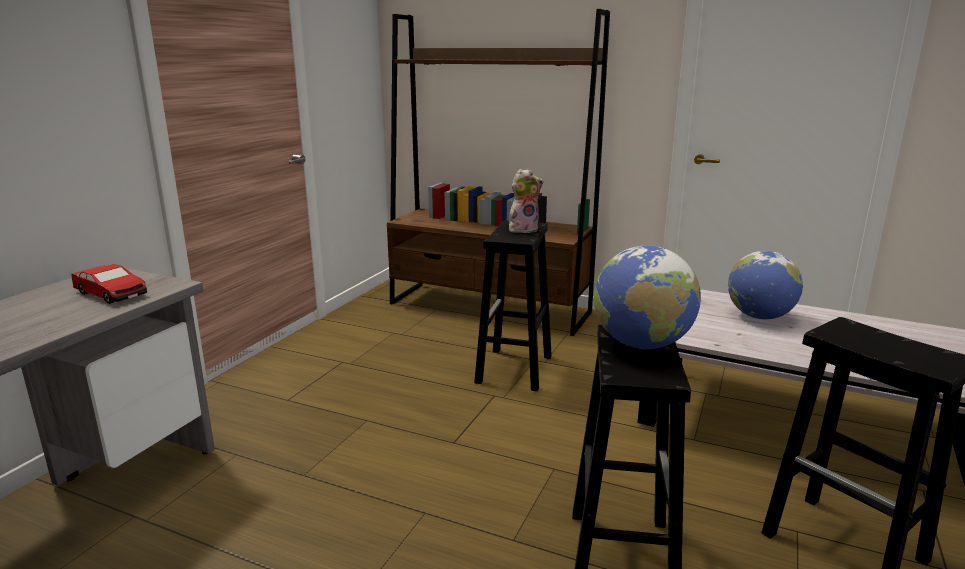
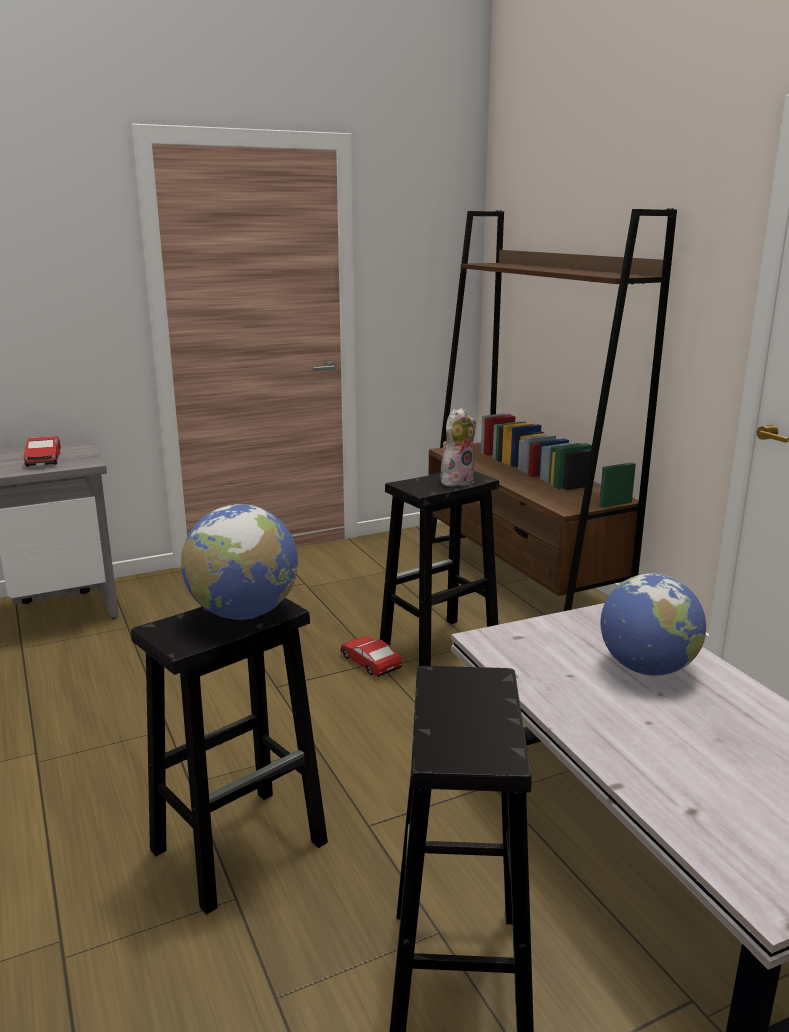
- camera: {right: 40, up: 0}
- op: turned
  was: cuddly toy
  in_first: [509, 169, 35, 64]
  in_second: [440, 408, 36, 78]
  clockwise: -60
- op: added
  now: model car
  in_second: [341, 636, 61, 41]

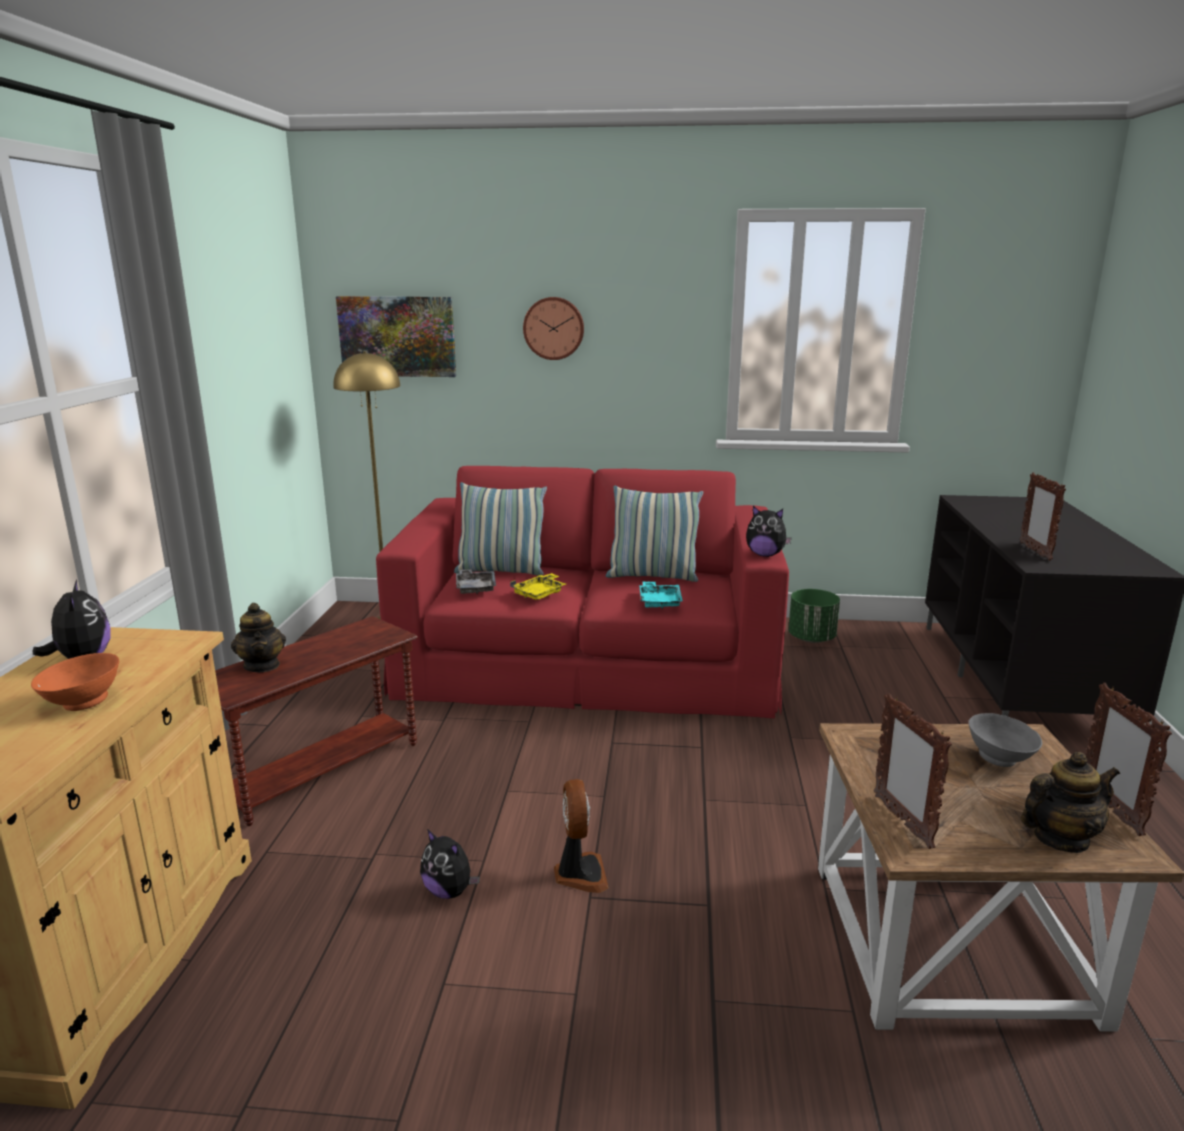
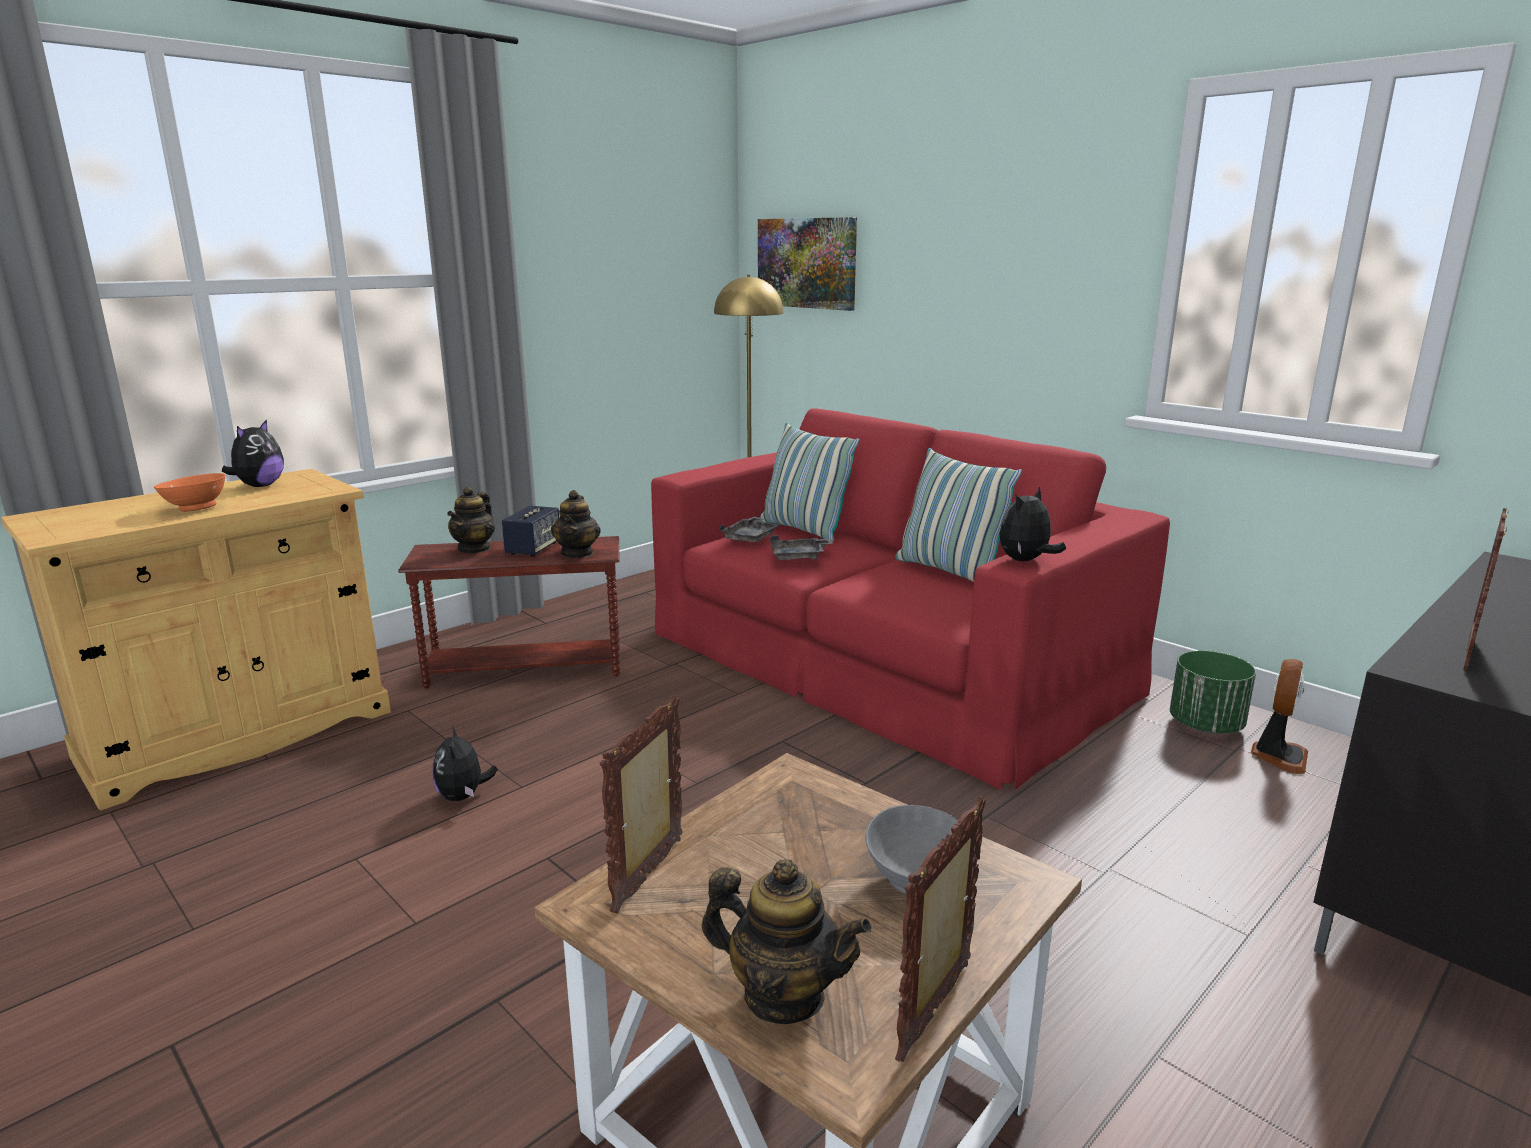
- camera: {right: 40, up: 0}
- op: recoloured
  was: yellowish serving tray
  now: gray serving tray
  in_first: [510, 573, 56, 27]
  in_second: [770, 535, 63, 25]
- op: removed
  was: hanging clock
  in_first: [523, 297, 61, 63]
- op: moved
  was: cooling fan
  in_first: [554, 779, 55, 114]
  in_second: [1251, 659, 57, 115]
- op: removed
  was: blue-green serving tray
  in_first: [639, 581, 44, 28]
- op: turned
  was: cuddly toy
  in_first: [746, 506, 46, 51]
  in_second: [1000, 487, 66, 74]
  clockwise: 75
- op: added
  now: loudspeaker
  in_second: [502, 506, 57, 51]
- op: added
  now: tea pot
  in_second: [551, 490, 50, 68]

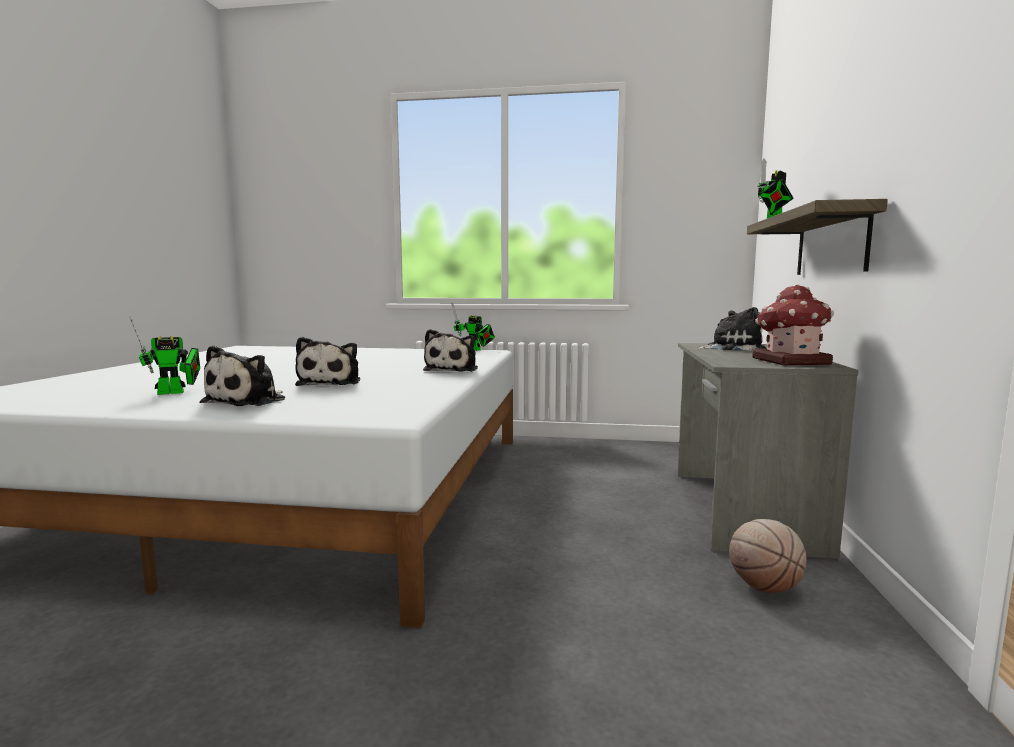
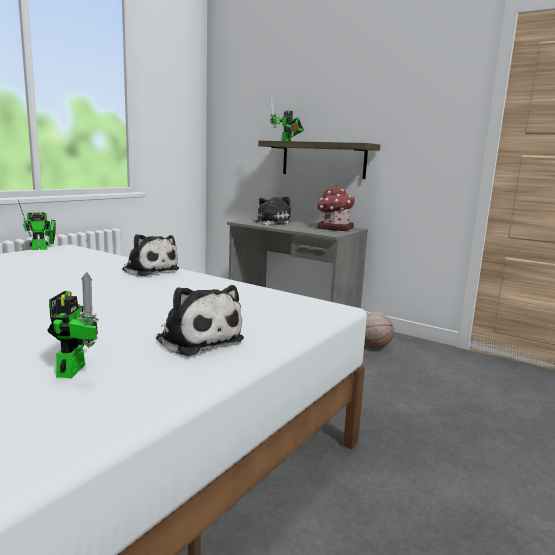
- camera: {right: -65, up: 5}
- op: removed
  was: cuddly toy
  in_first: [295, 337, 65, 49]

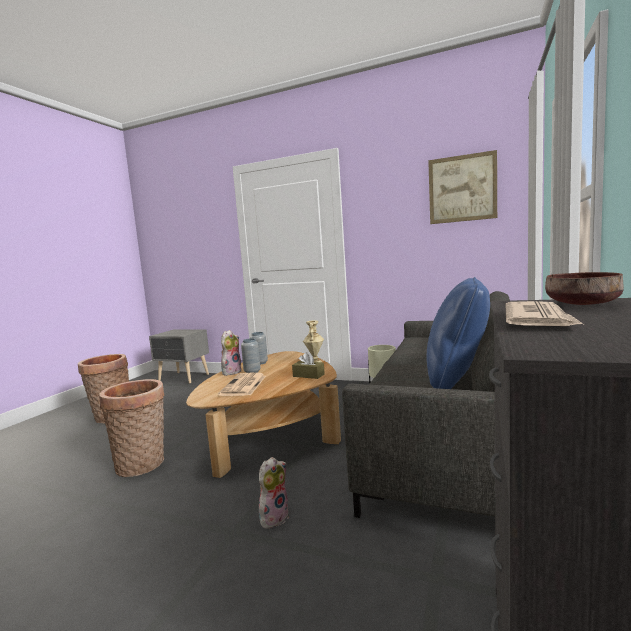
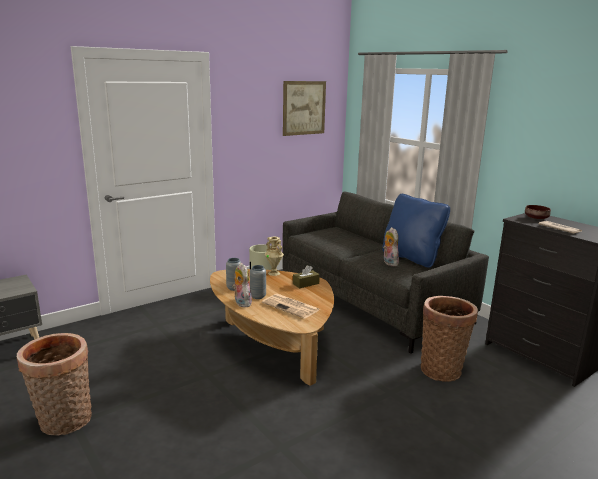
- camera: {right: -60, up: 10}
- op: moved
  was: basket
  in_first: [99, 379, 66, 98]
  in_second: [421, 296, 57, 86]
- op: moved
  was: cuddly toy
  in_first: [259, 457, 30, 72]
  in_second: [383, 227, 16, 39]

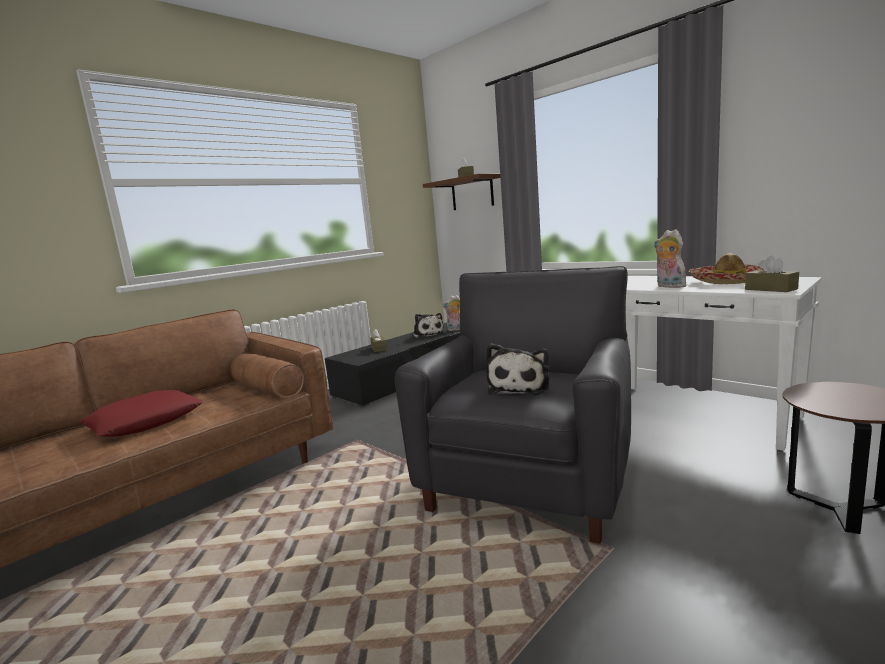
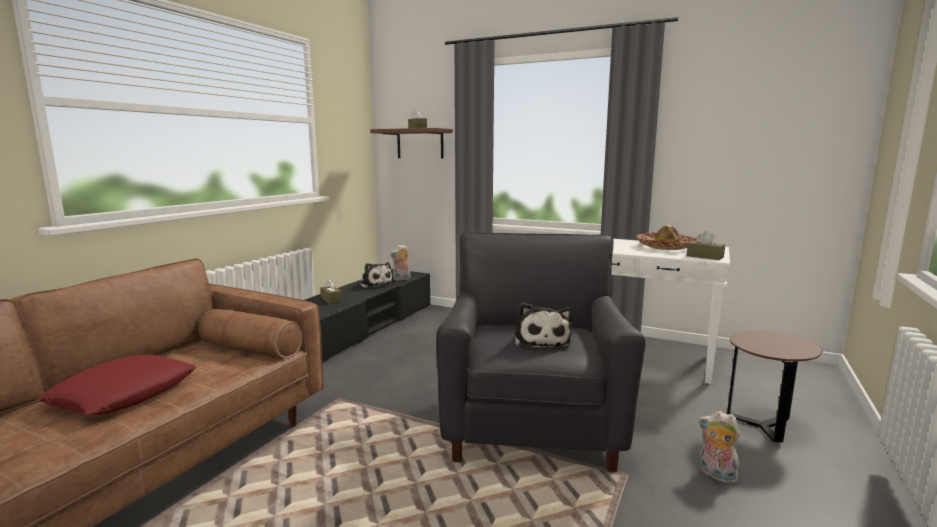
- camera: {right: -20, up: 0}
- op: moved
  was: cuddly toy
  in_first: [654, 229, 32, 59]
  in_second: [698, 411, 43, 73]

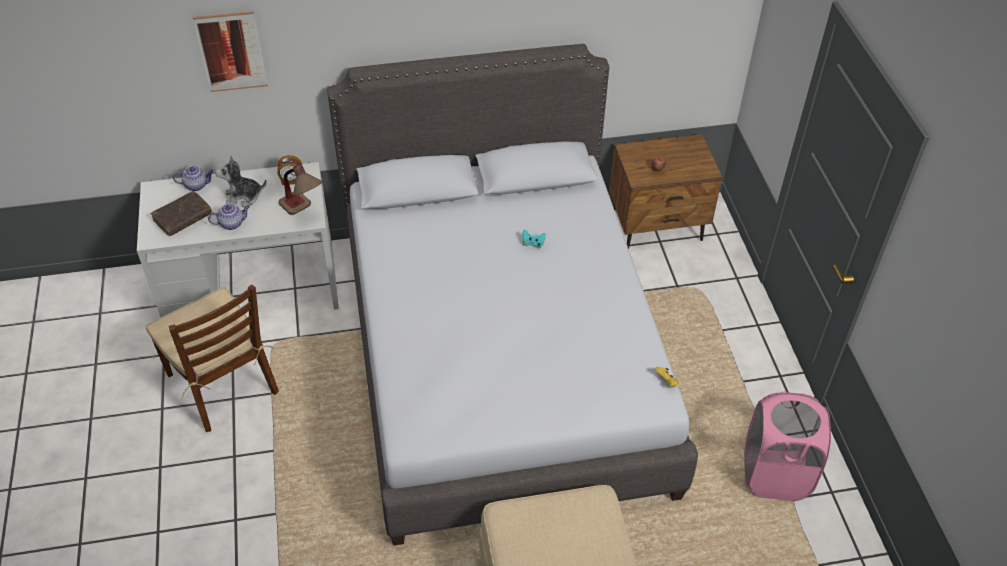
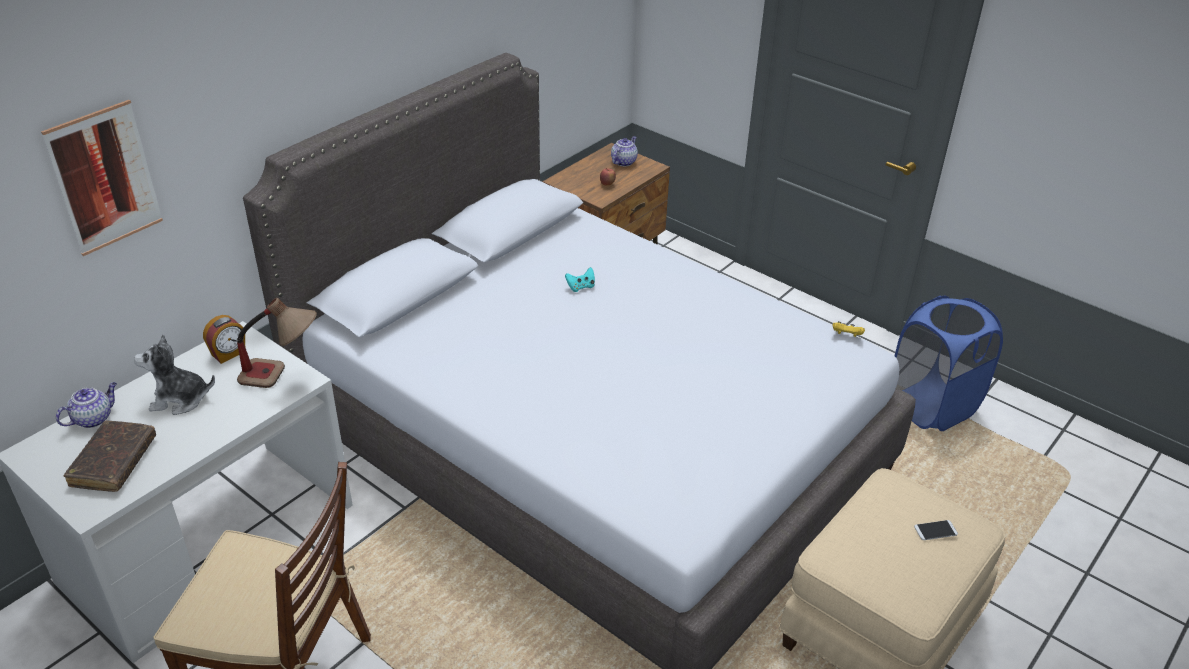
- camera: {right: -40, up: -10}
- op: moved
  was: tea pot
  in_first: [208, 204, 42, 26]
  in_second: [611, 136, 27, 31]
- op: turned
  was: cuddly toy
  in_first: [215, 156, 52, 51]
  in_second: [134, 335, 81, 80]
  clockwise: 45
- op: recoloured
  was: pinkish laundry basket
  now: blue-coloured laundry basket
  in_first: [744, 392, 87, 109]
  in_second: [895, 296, 108, 135]
- op: added
  now: handset
  in_second: [914, 520, 44, 20]

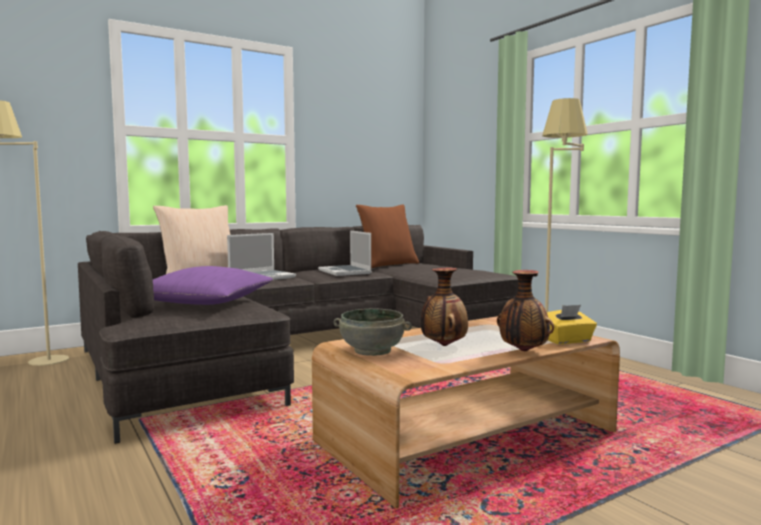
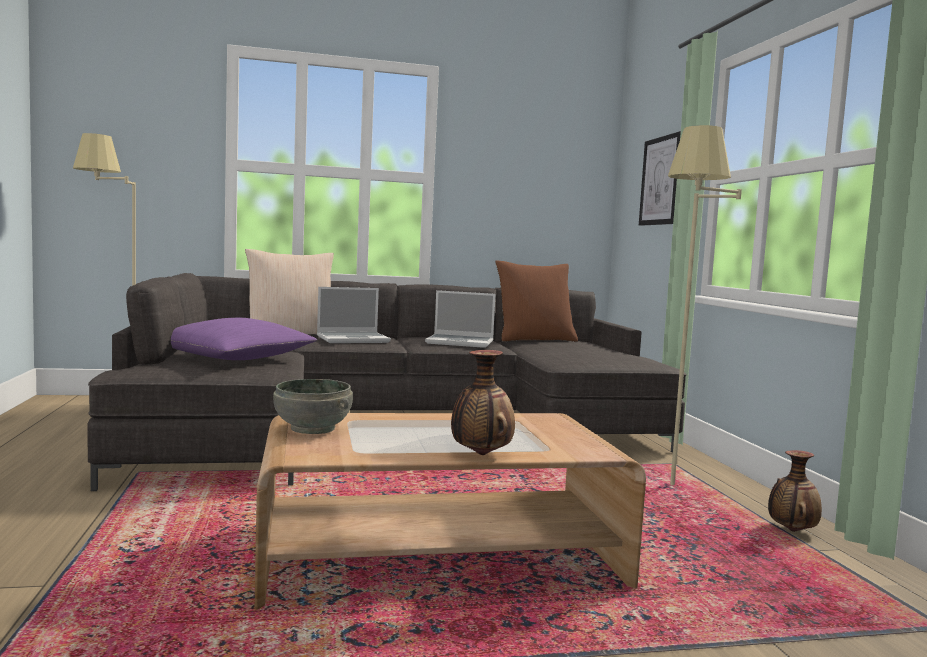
- camera: {right: 20, up: 0}
- op: turned
  was: portable computer
  in_first: [318, 230, 54, 46]
  in_second: [425, 290, 71, 58]
  clockwise: -75
- op: moved
  was: flower vase
  in_first: [421, 268, 47, 78]
  in_second: [768, 450, 54, 82]
- op: removed
  was: yellowish tissue holder
  in_first: [547, 305, 50, 39]
- op: added
  now: wall picture
  in_second: [639, 131, 42, 95]

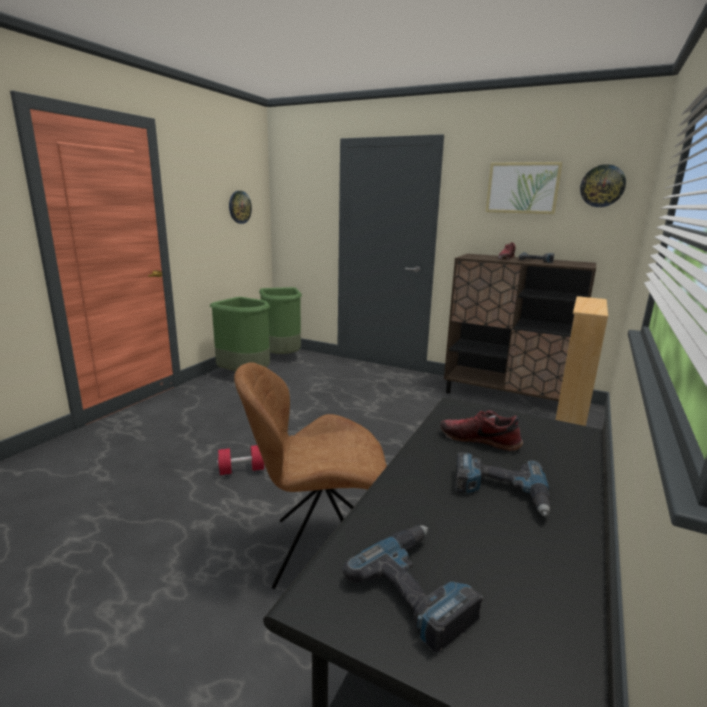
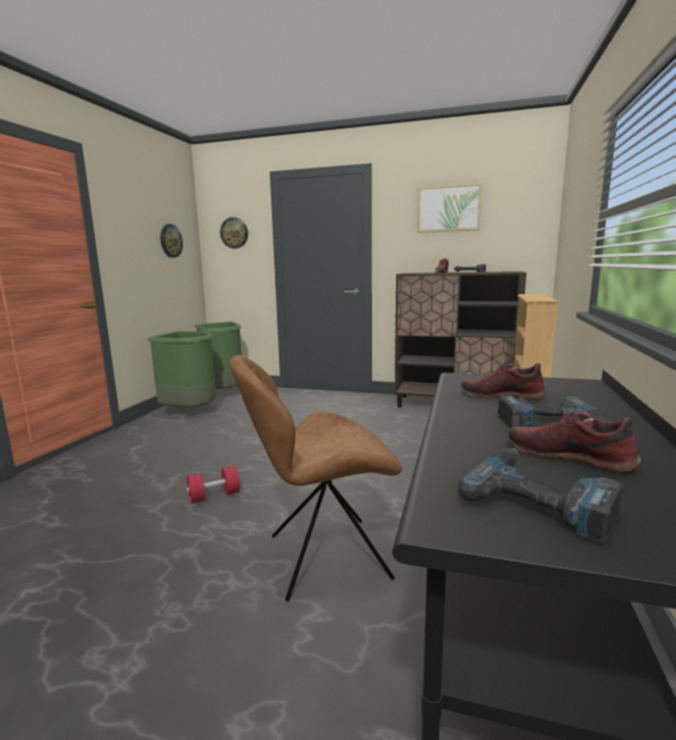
- camera: {right: -10, up: -5}
- op: moved
  was: hanging clock
  in_first: [580, 164, 46, 43]
  in_second: [220, 217, 28, 32]
- op: added
  now: shoe
  in_second: [508, 412, 133, 59]

